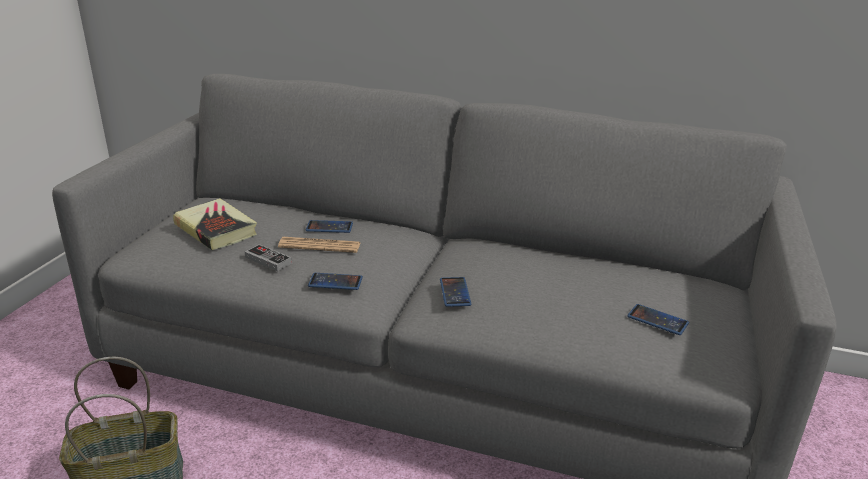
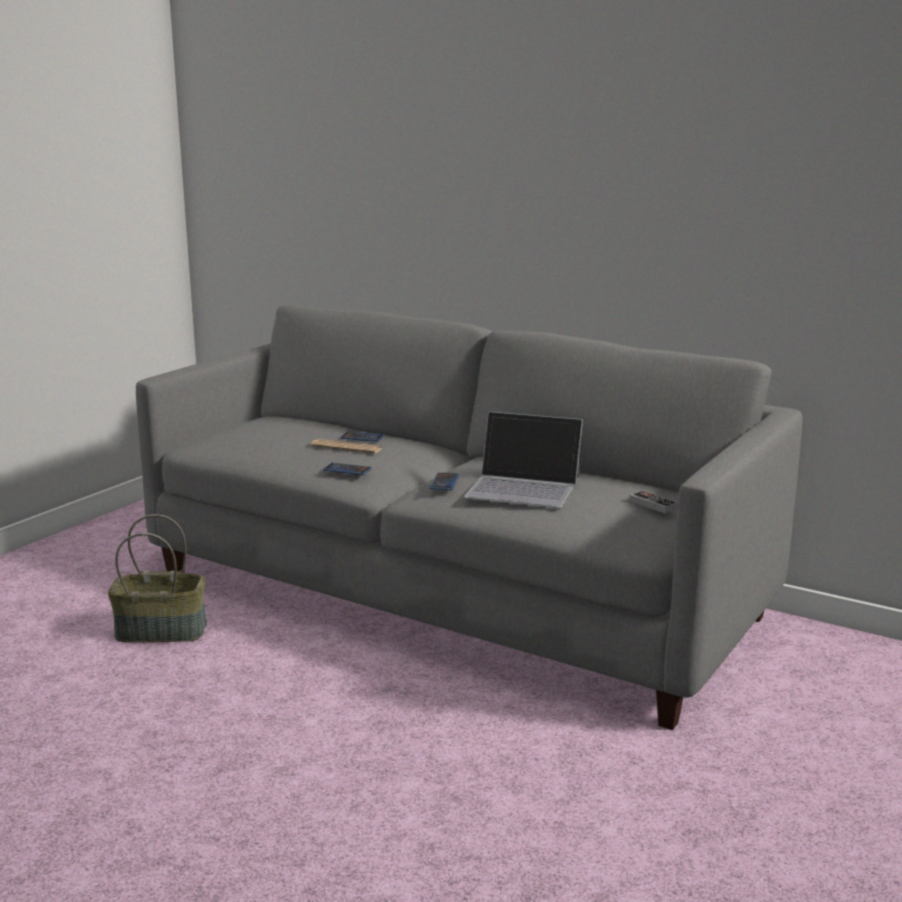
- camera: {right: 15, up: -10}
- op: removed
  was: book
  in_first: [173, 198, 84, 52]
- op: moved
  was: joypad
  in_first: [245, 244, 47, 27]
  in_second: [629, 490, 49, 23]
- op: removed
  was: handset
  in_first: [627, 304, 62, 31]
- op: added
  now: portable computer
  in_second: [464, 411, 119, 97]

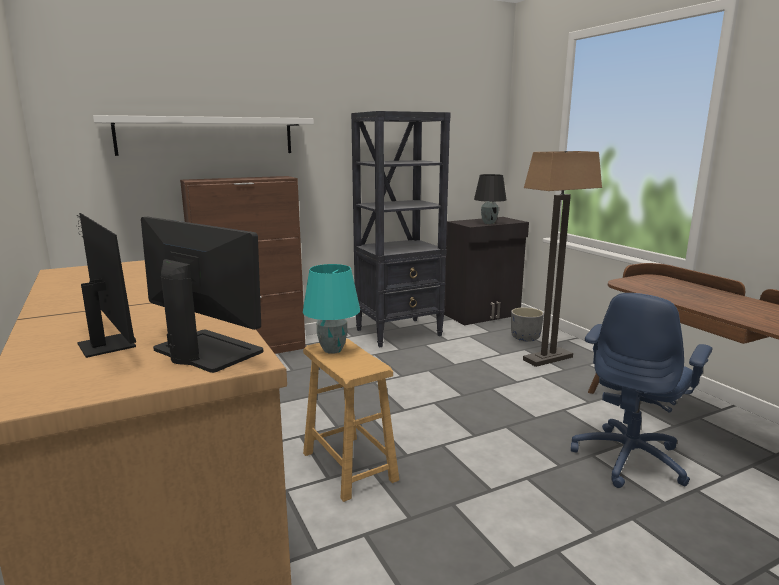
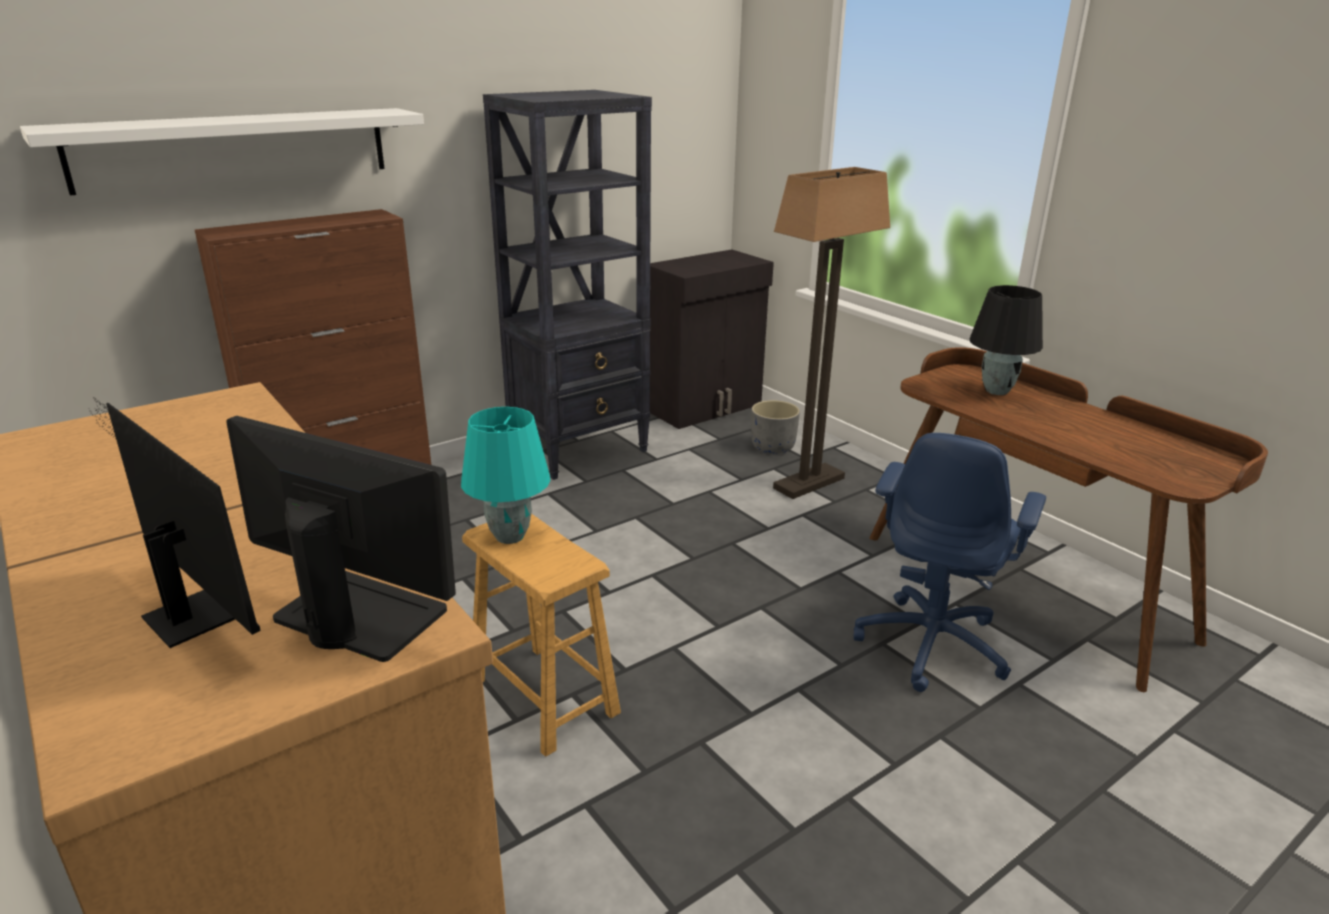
- camera: {right: -10, up: 10}
- op: moved
  was: blackish tabletop lamp
  in_first: [474, 174, 32, 50]
  in_second: [970, 285, 73, 110]

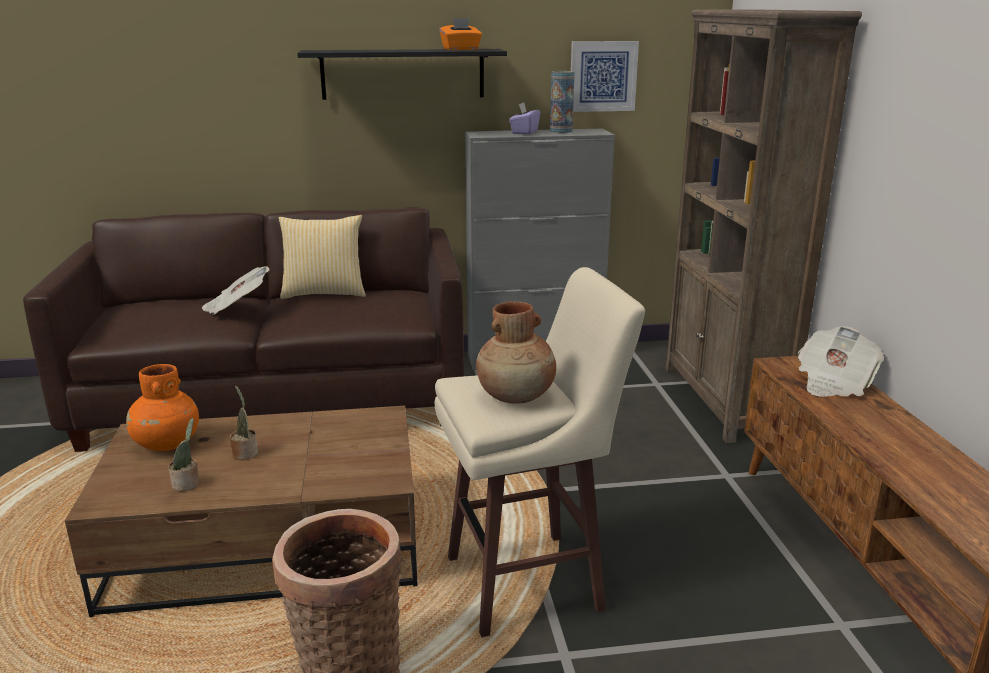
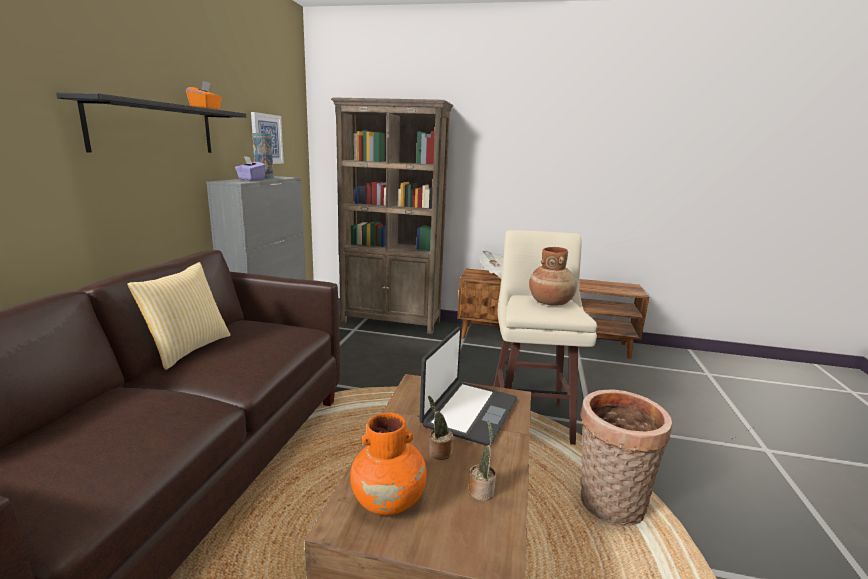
- camera: {right: -70, up: -5}
- op: removed
  was: printed paper
  in_first: [202, 266, 68, 49]
- op: added
  now: portable computer
  in_second: [420, 326, 97, 120]

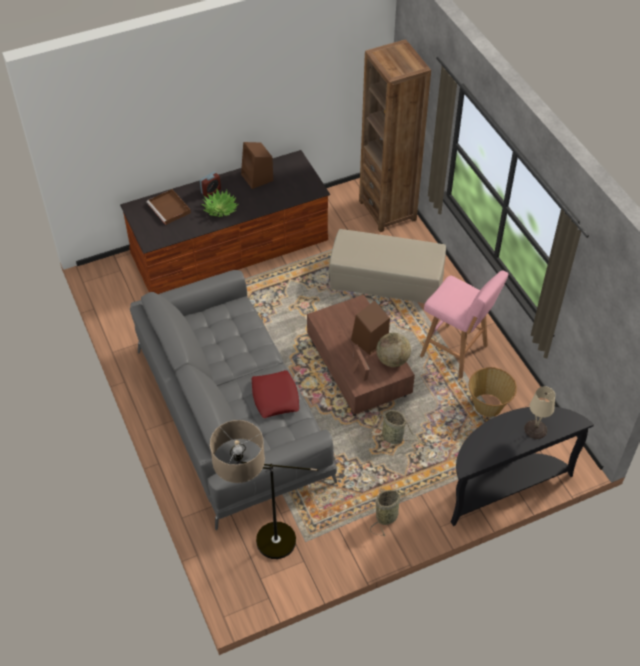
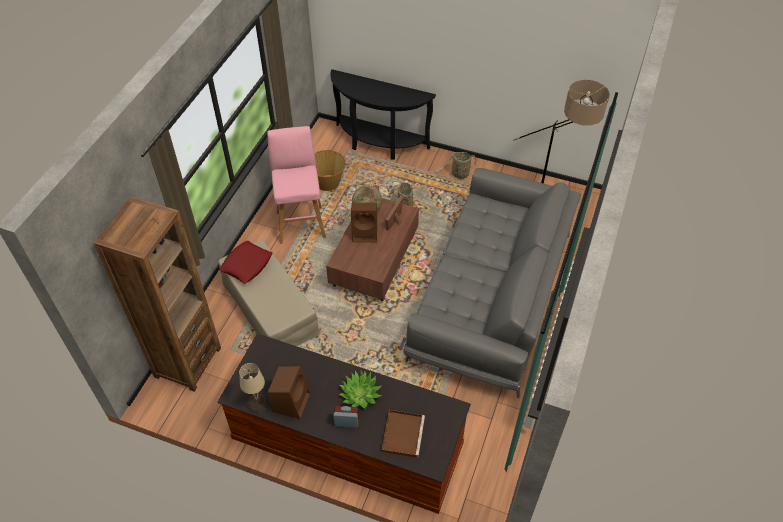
- camera: {right: -135, up: 0}
- op: moved
  was: reddish cushion
  in_first: [252, 370, 47, 48]
  in_second: [219, 241, 53, 43]
- op: moved
  was: sand-coloured tabletop lamp
  in_first: [524, 386, 31, 53]
  in_second: [239, 363, 30, 50]

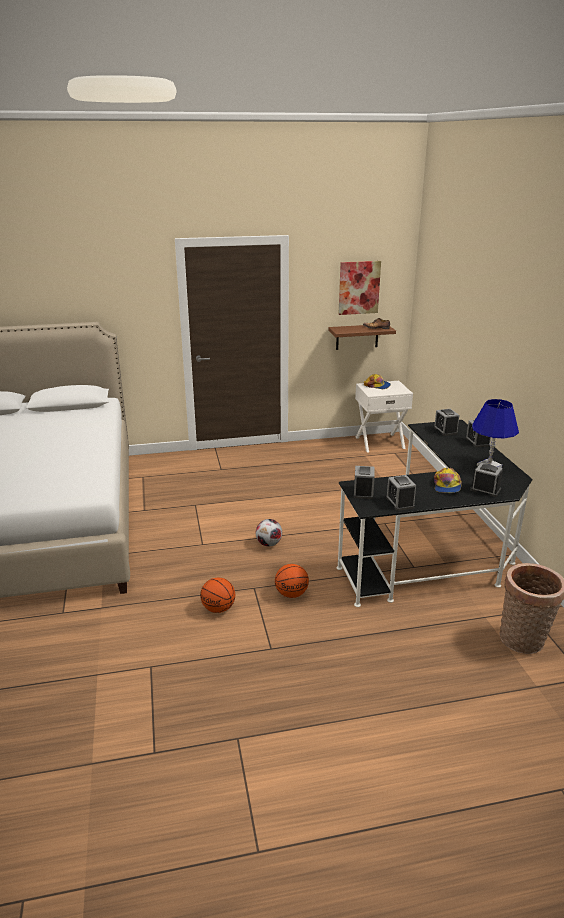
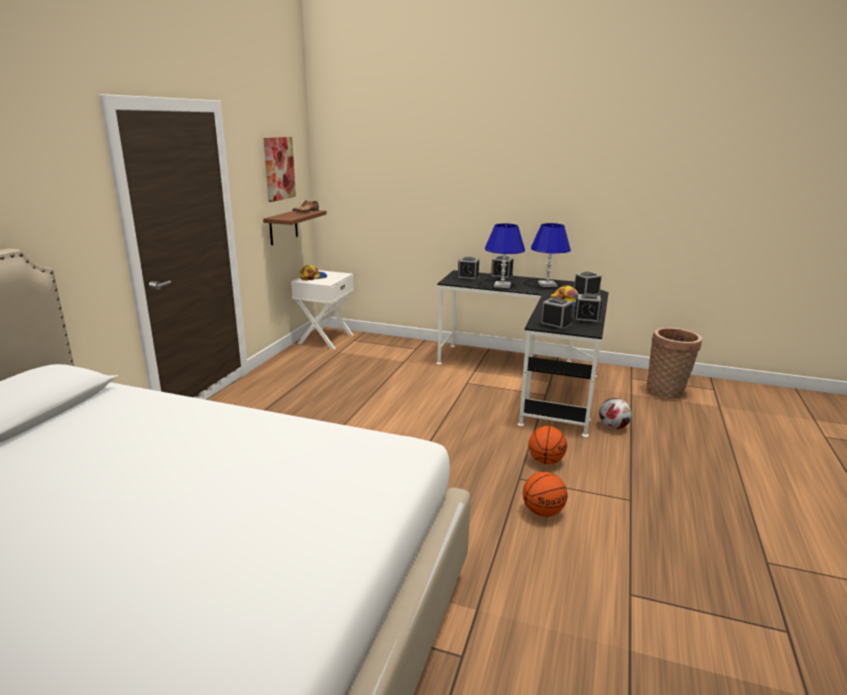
- camera: {right: -60, up: -5}
- op: moved
  was: football
  in_first: [256, 519, 26, 27]
  in_second: [599, 398, 33, 31]
- op: added
  now: blue-coloured tabletop lamp
  in_second: [485, 223, 40, 65]

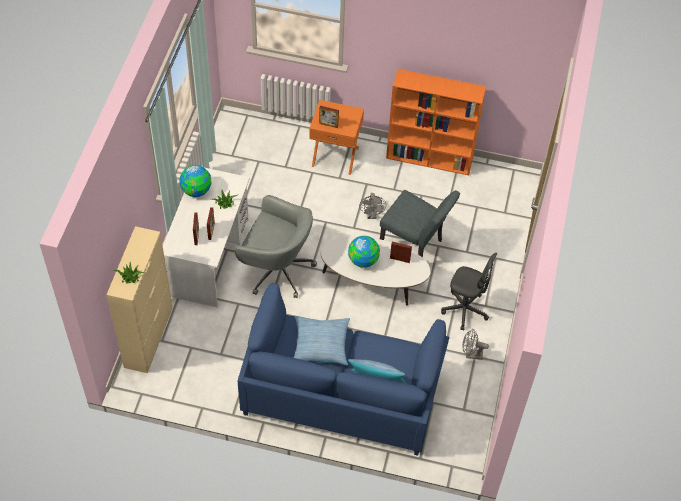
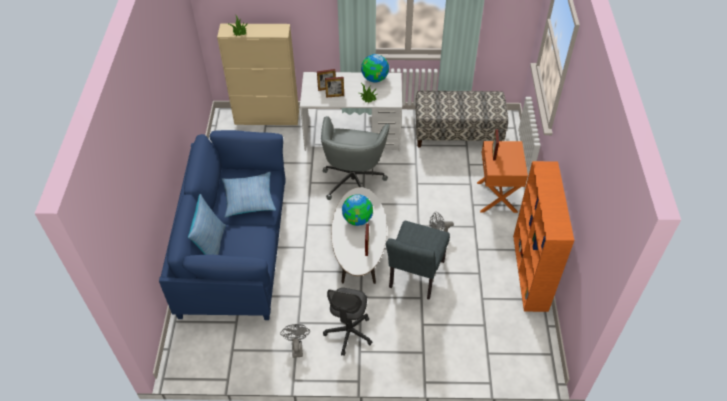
- camera: {right: 80, up: -5}
- op: added
  now: indoor bench
  in_second: [415, 91, 93, 57]

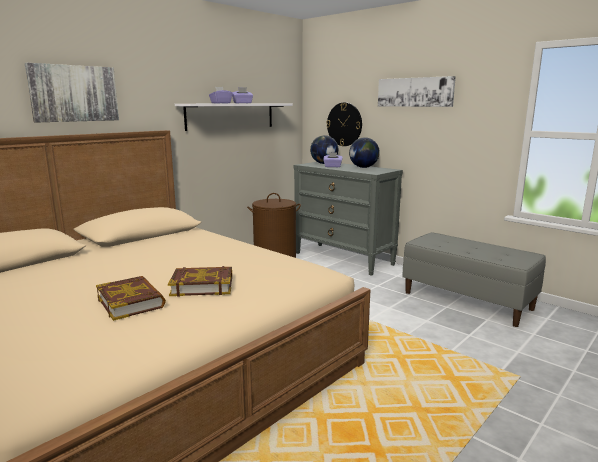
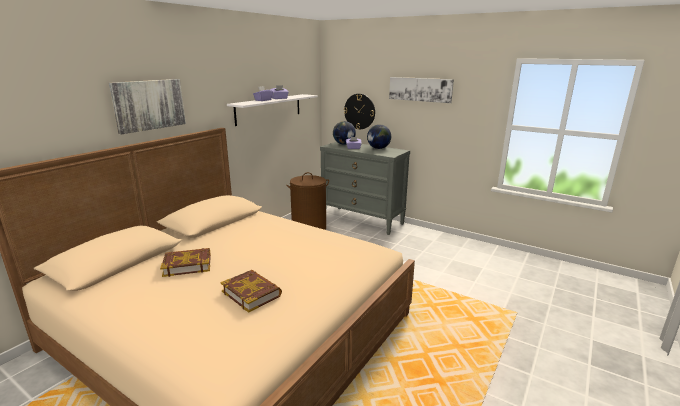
- camera: {right: -10, up: 5}
- op: moved
  was: book
  in_first: [168, 266, 64, 31]
  in_second: [160, 248, 51, 29]
- op: removed
  was: gray indoor bench
  in_first: [402, 232, 144, 95]

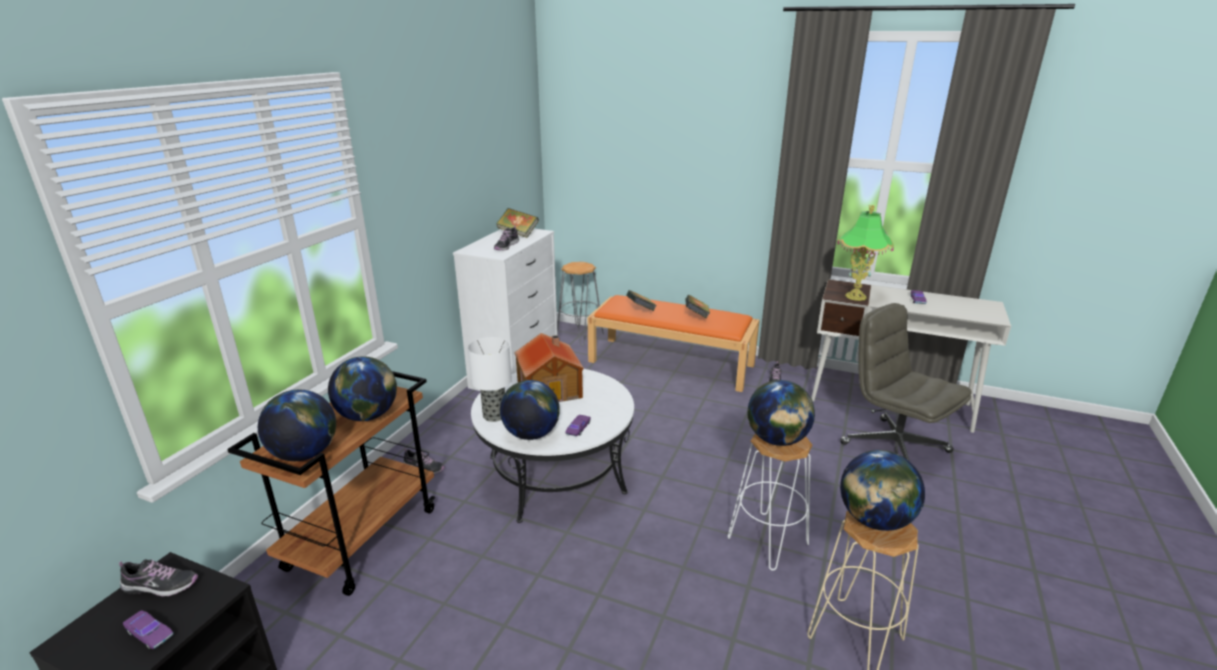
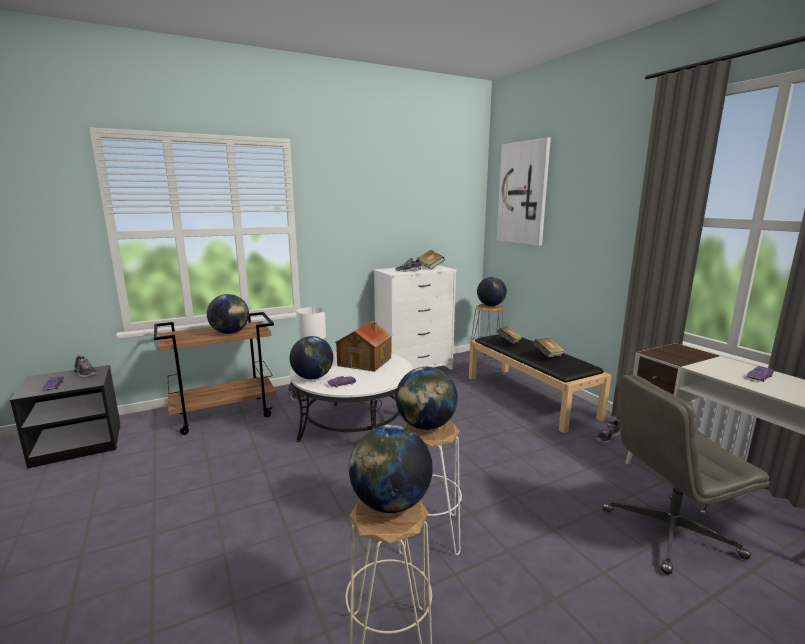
- camera: {right: 40, up: -10}
- op: moved
  was: globe
  in_first: [258, 390, 78, 71]
  in_second: [477, 277, 30, 29]
- op: recoloured
  was: orangey indoor bench
  now: blackish indoor bench
  in_first: [587, 295, 172, 97]
  in_second: [469, 334, 142, 99]
- op: removed
  was: tabletop lamp
  in_first: [837, 205, 57, 96]
- op: turned
  was: gray computer chair
  in_first: [840, 303, 132, 159]
  in_second: [603, 374, 167, 201]
  clockwise: -105
- op: added
  now: wall picture
  in_second: [497, 137, 54, 109]

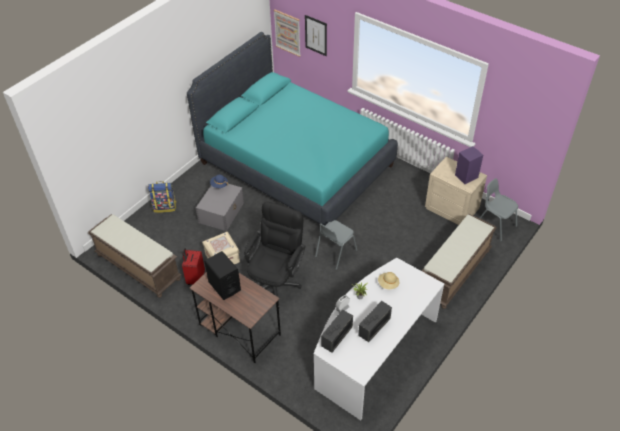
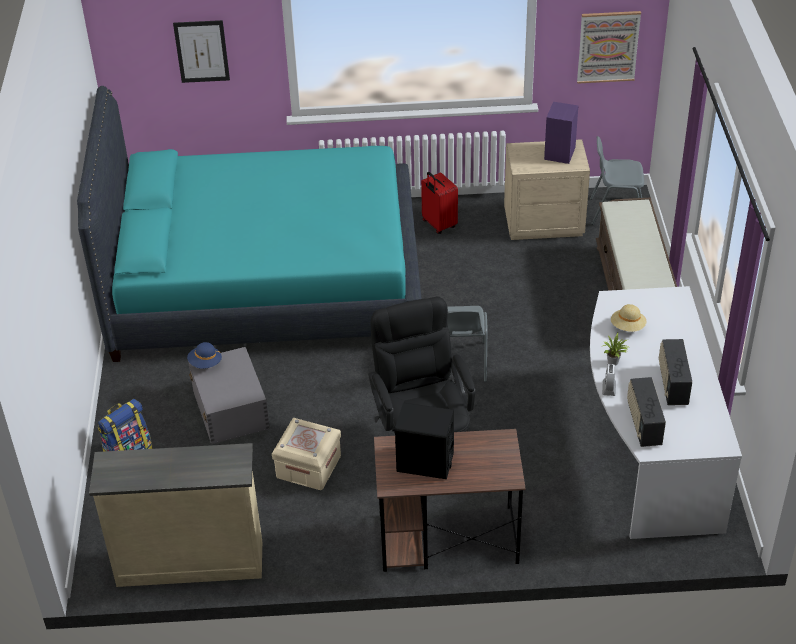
- camera: {right: -40, up: -5}
- op: replaced
  was: brown indoor bench
  now: sand-coloured drawer chest
  in_first: [88, 214, 93, 84]
  in_second: [89, 443, 173, 144]
- op: moved
  was: reddish piece of luggage
  in_first: [182, 248, 23, 37]
  in_second: [421, 172, 37, 62]
- op: moved
  was: wall picture
  in_first: [274, 9, 27, 48]
  in_second: [577, 11, 64, 73]

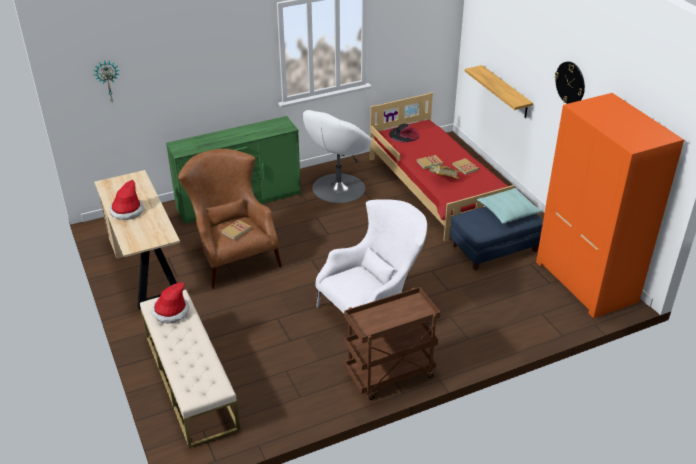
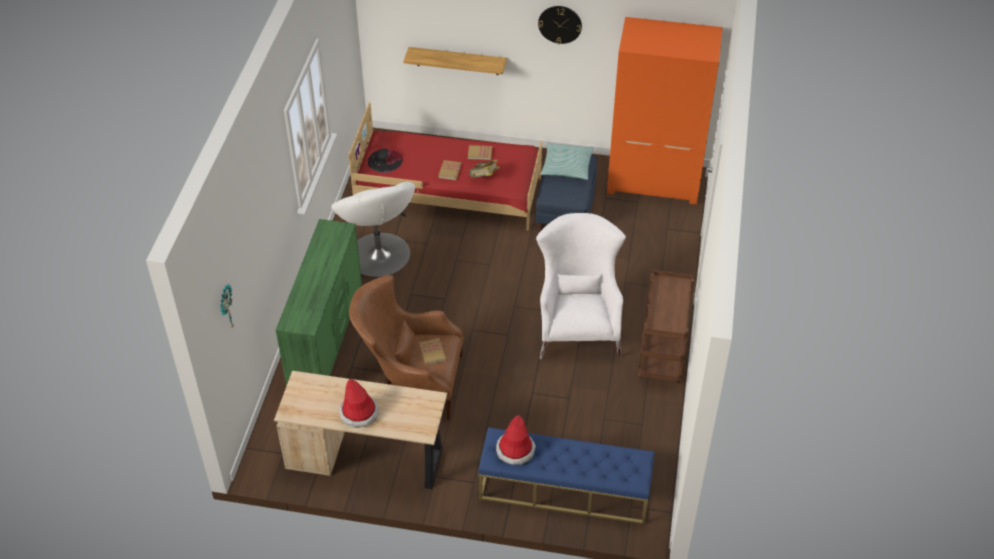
- camera: {right: -55, up: 10}
- op: recoloured
  was: sand-coloured indoor bench
  now: blue-coloured indoor bench
  in_first: [140, 290, 100, 158]
  in_second: [479, 427, 175, 98]

